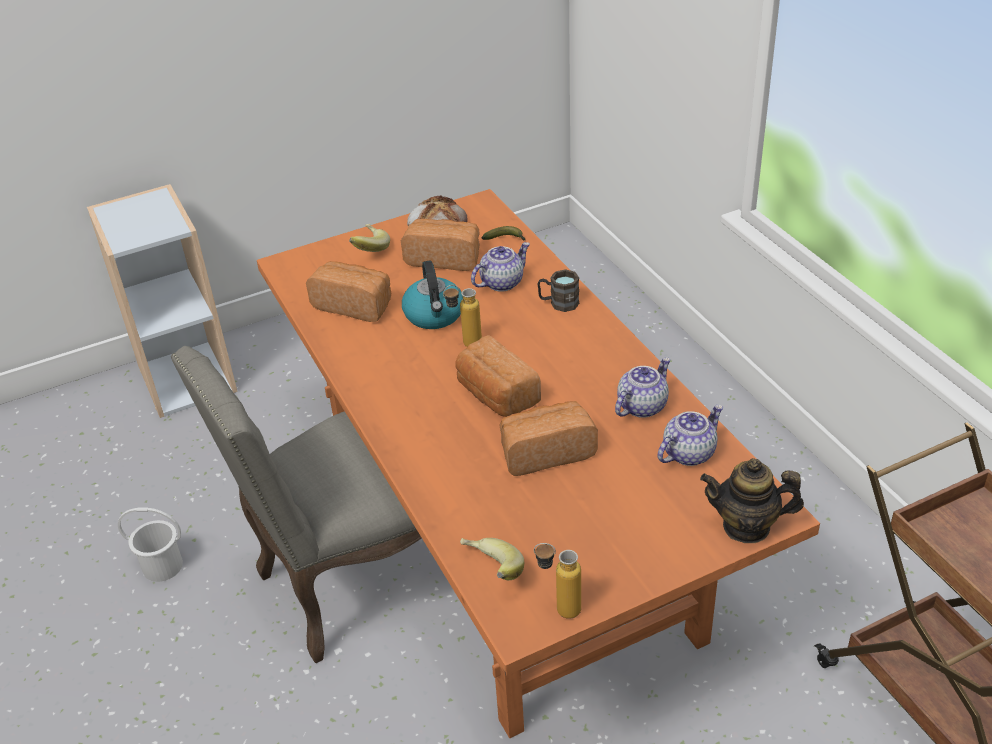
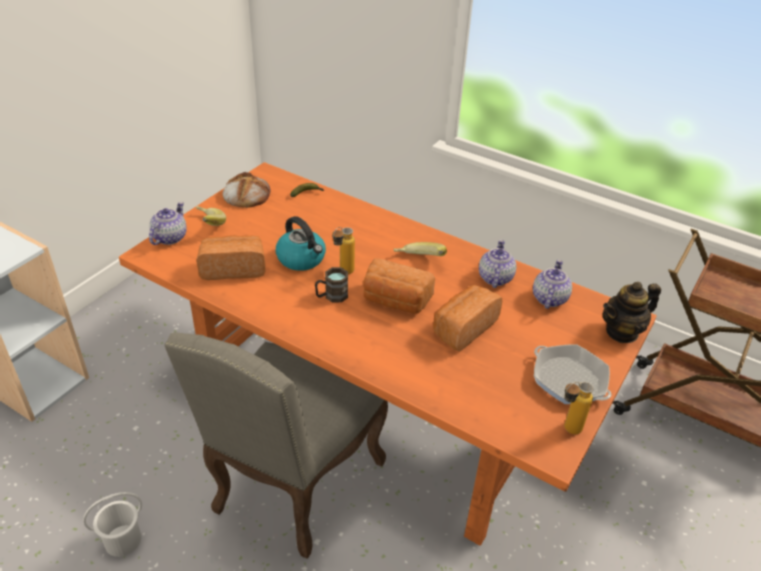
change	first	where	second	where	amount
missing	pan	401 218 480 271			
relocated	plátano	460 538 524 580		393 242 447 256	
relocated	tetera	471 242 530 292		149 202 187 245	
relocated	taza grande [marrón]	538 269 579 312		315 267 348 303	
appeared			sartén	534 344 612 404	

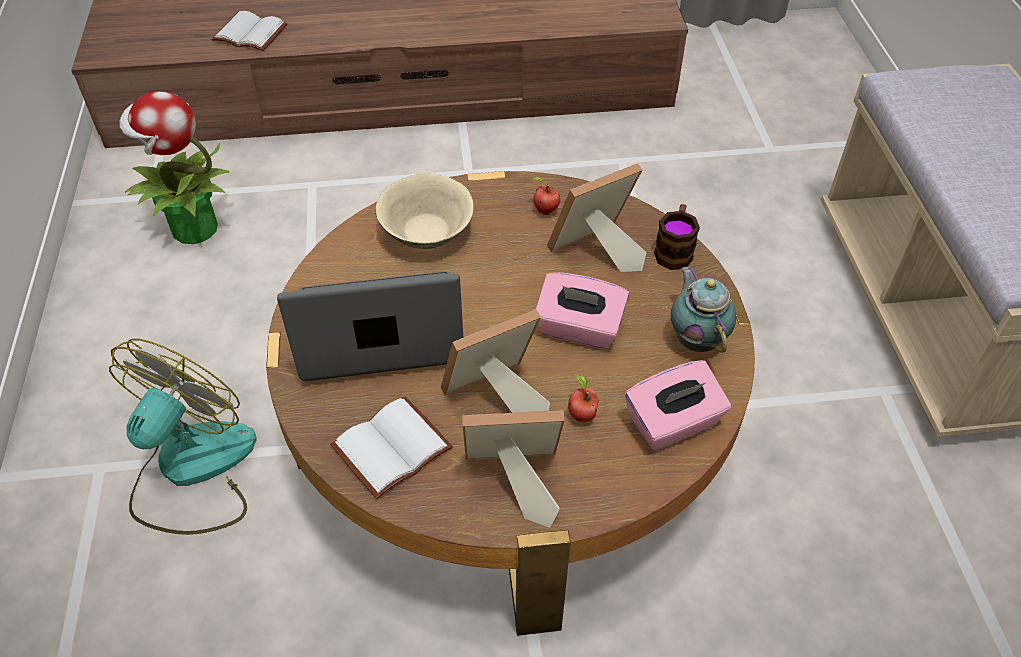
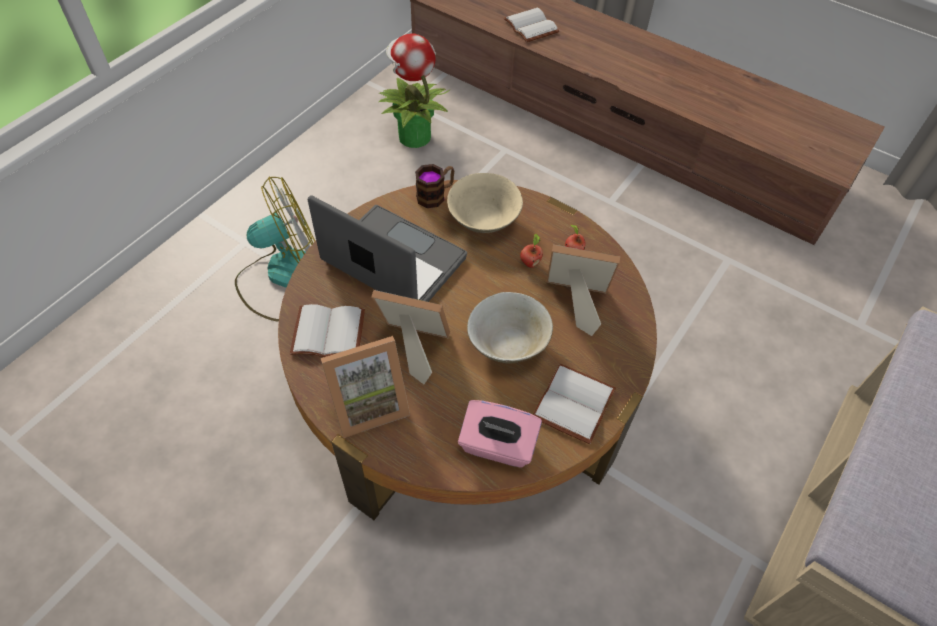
change	first	where	second	where	amount
spun	portarretratos	462 410 564 528		321 336 410 438	120 degrees clockwise
exchanged	caja de pañuelos [rosa]	536 273 629 349	cuenco [beis]	467 292 553 364	
relocated	manzana	568 374 598 422		520 233 543 268	
relocated	taza grande	654 204 700 270		415 164 454 208	
exchanged	tetera	671 267 736 353	libro [blanco]	533 364 616 444	

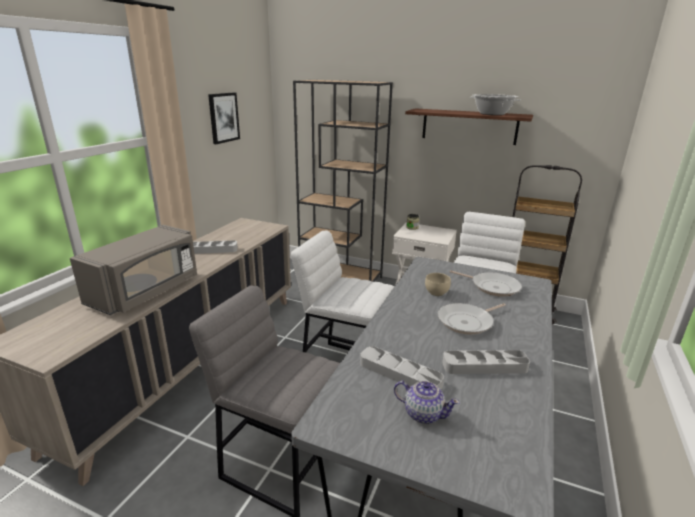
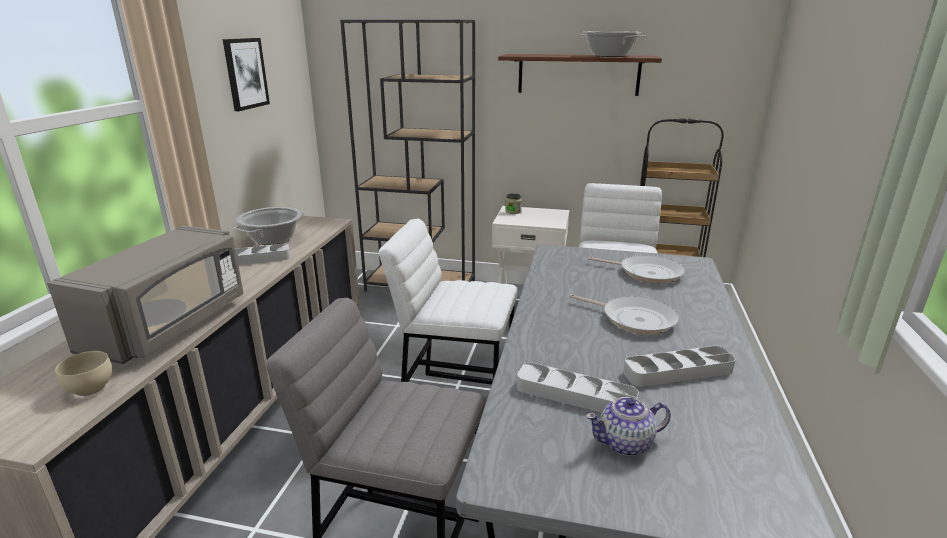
change	first	where	second	where	amount
spun	tetera	394 381 460 424		585 397 671 456	150 degrees clockwise
relocated	cuenco [beis]	425 273 451 296		55 351 112 396	
spun	sartén	438 303 506 335		569 294 679 335	105 degrees counterclockwise
appeared			olla	234 207 304 245	

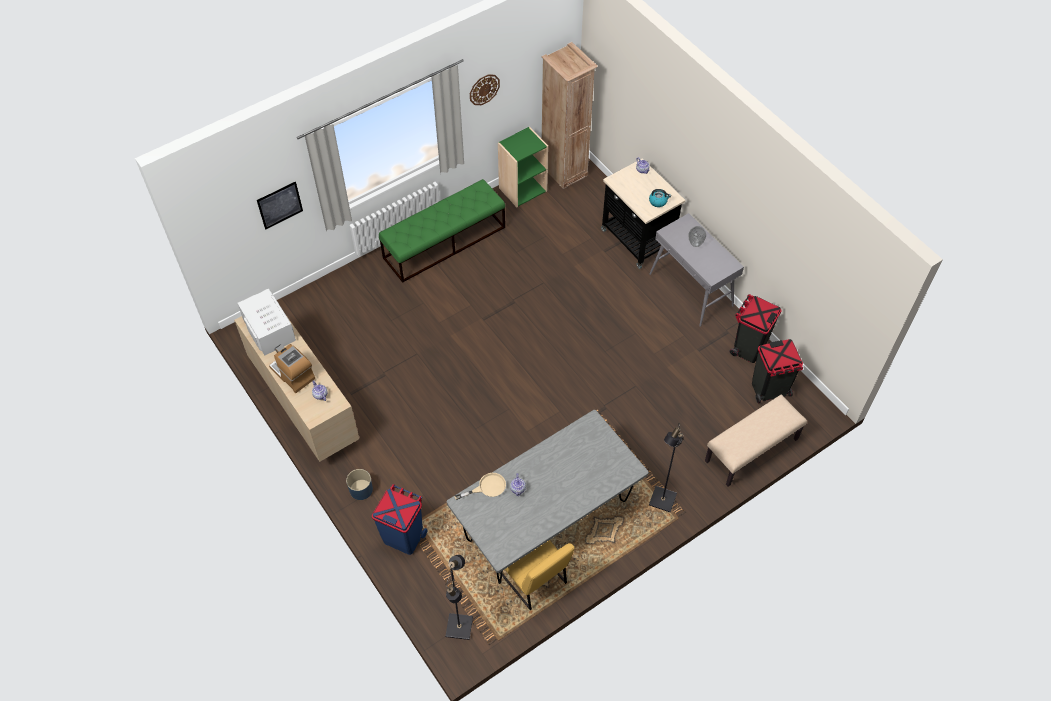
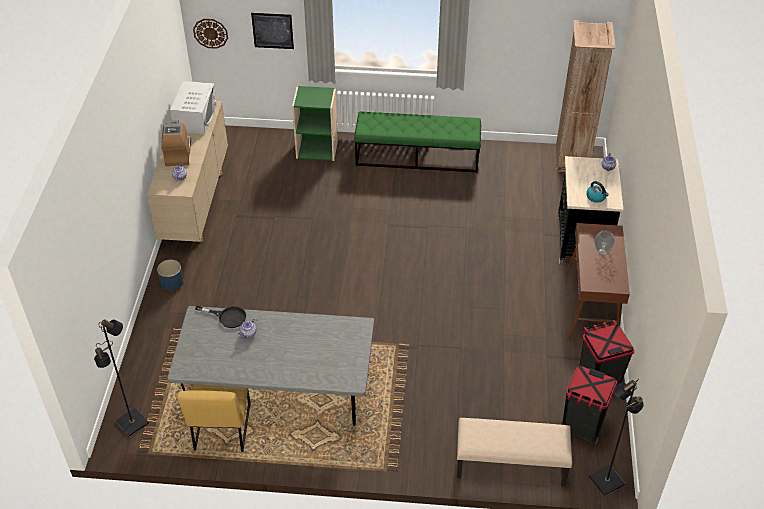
change	first	where	second	where	amount
missing	papelera [azul]	372 484 428 555			
colour	sartén [beis]	455 473 506 500	sartén [negro]	195 306 246 328	
relocated	reloj de pared	470 74 500 105		193 19 228 49	
relocated	estantería [verde]	498 127 548 207		292 86 338 161	
relocated	lámpara de pie [negro]	649 423 684 512		589 378 644 496	
colour	mesa consola [gris]	650 213 744 327	mesa consola [marrón]	565 223 630 340	

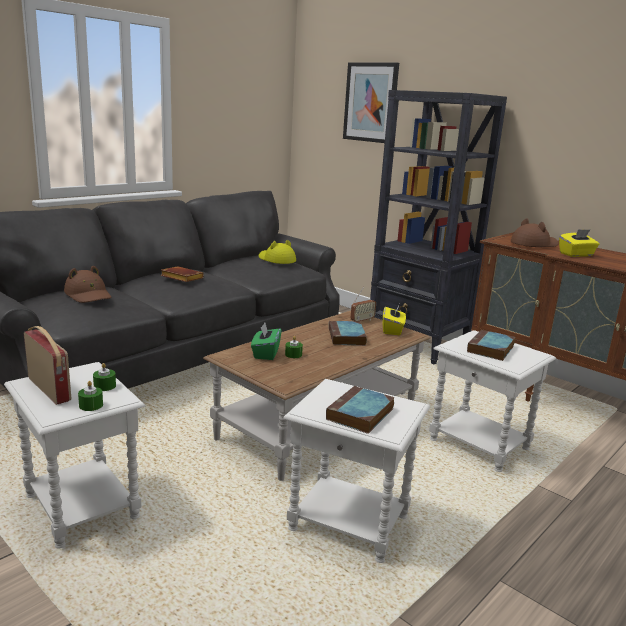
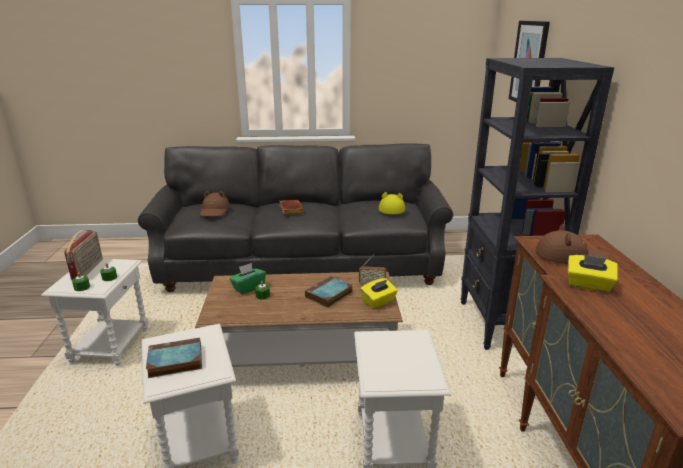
change	first	where	second	where	amount
missing	libro	467 330 515 361			

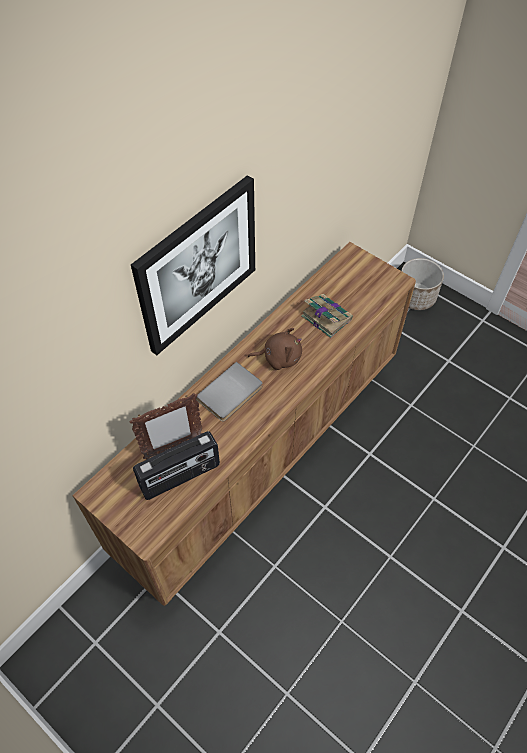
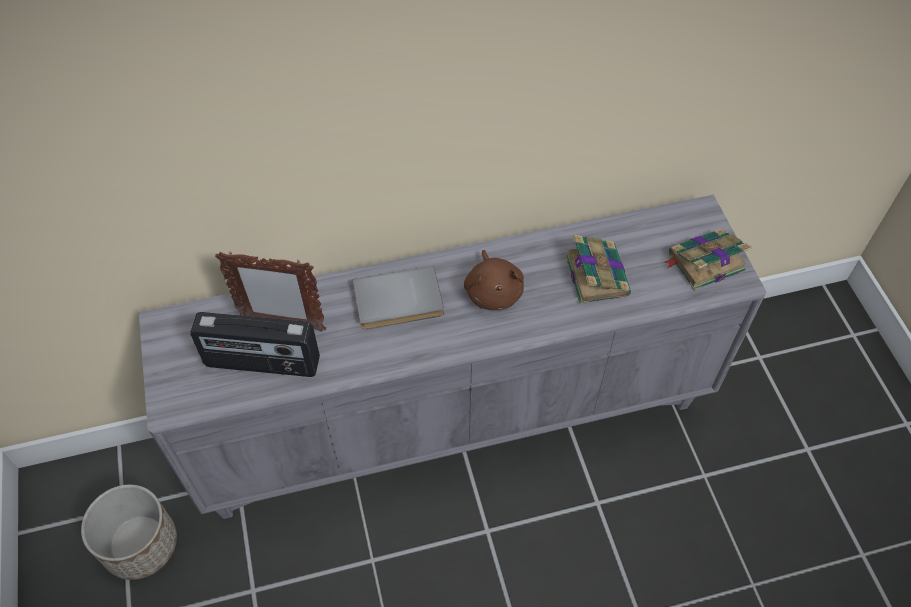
change	first	where	second	where	amount
colour	cómoda [marrón]	72 242 416 606	cómoda [gris]	139 195 766 519	
missing	cuadro	131 175 255 355			
spun	peluche [marrón]	248 328 302 370		464 250 524 310	45 degrees clockwise
relocated	maceta	401 258 444 310		81 485 177 580	
appeared			libro	663 229 751 291	

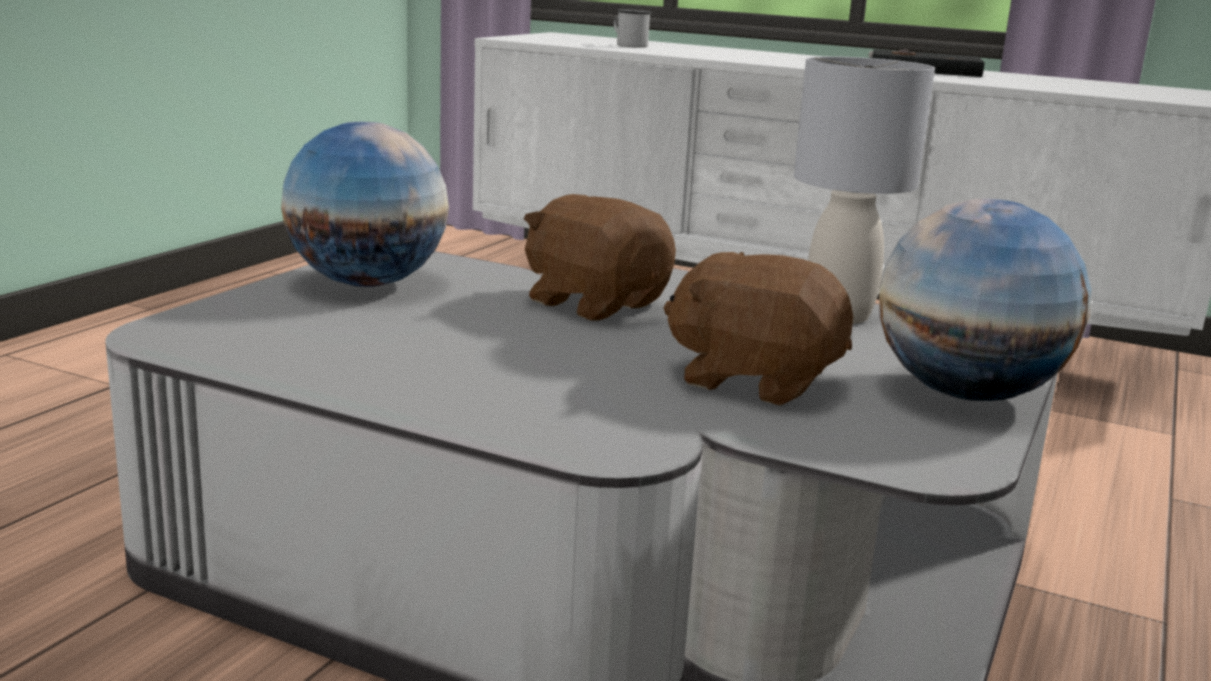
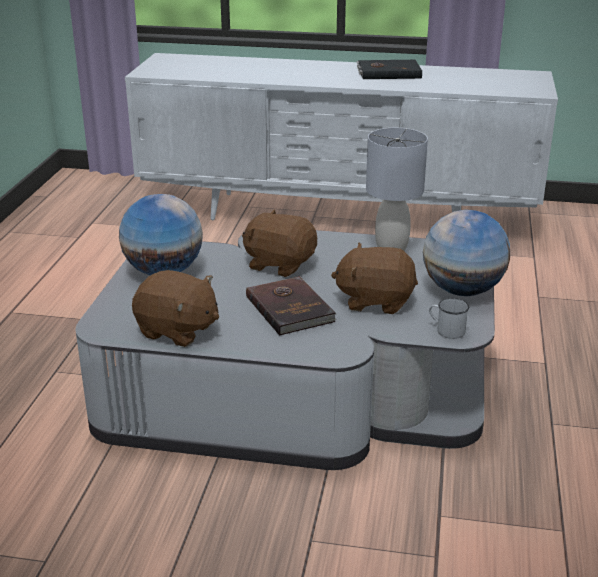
change	first	where	second	where	amount
relocated	taza grande [blanco]	614 9 652 48		429 298 469 339	
appeared			peluche [marrón]	132 270 219 347	
appeared			libro [marrón]	246 276 337 336	

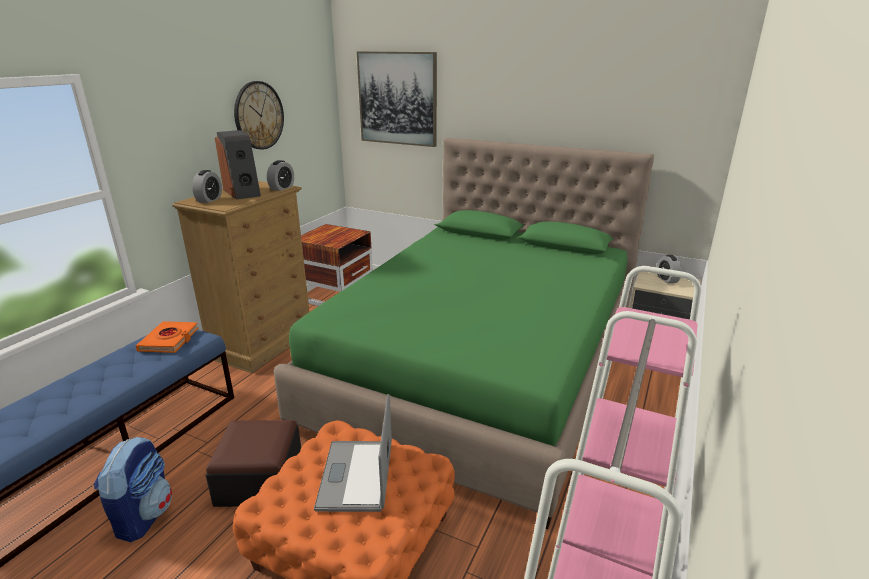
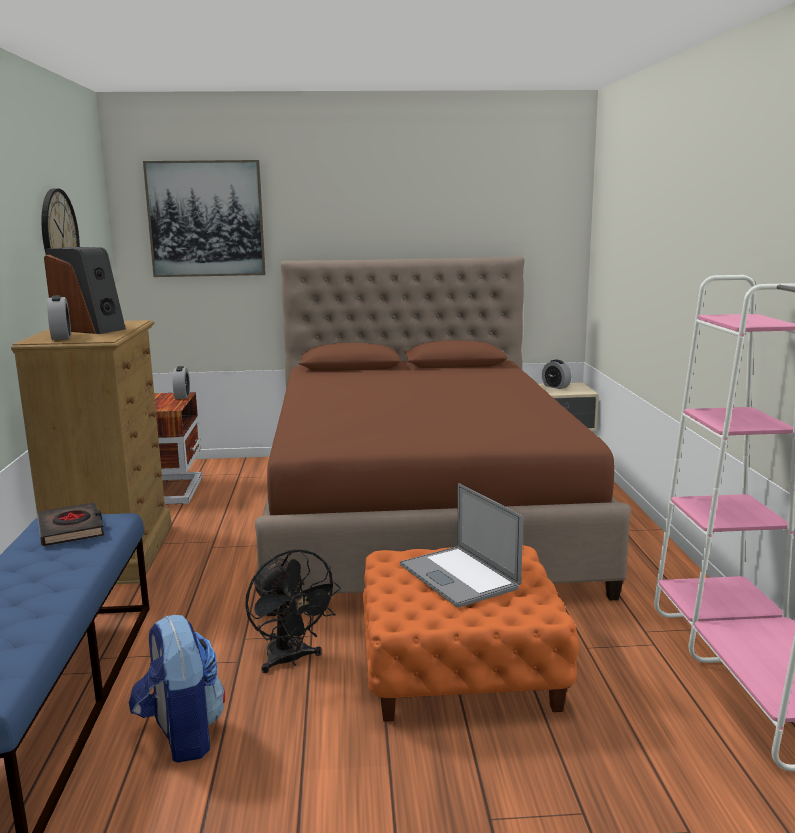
change	first	where	second	where	amount
colour	libro [naranja]	136 321 199 353	libro [negro]	37 502 104 546	
exchanged	puf	206 420 301 507	ventilador [negro]	245 549 341 673	
relocated	despertador	267 160 294 191		173 366 190 399	
colour	cama [verde]	273 138 654 529	cama [marrón]	255 257 631 616	

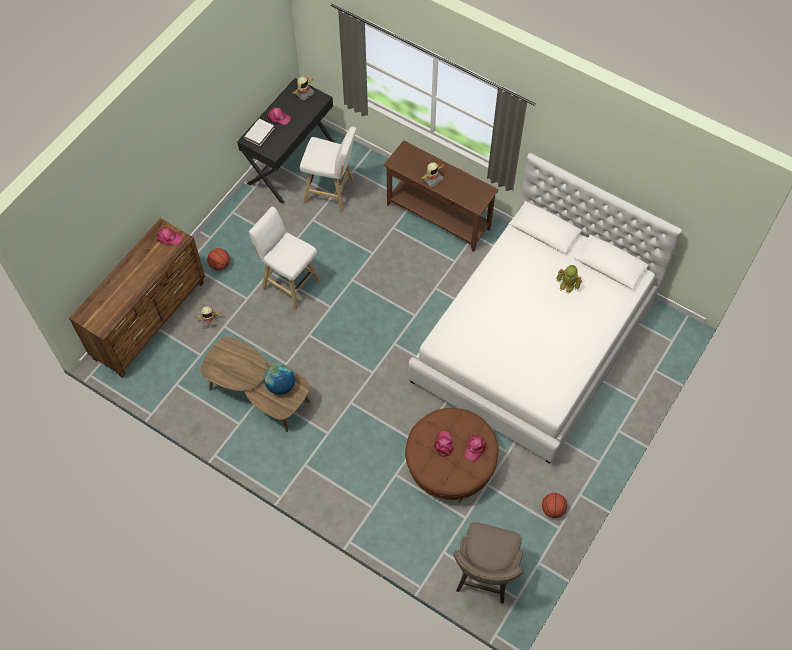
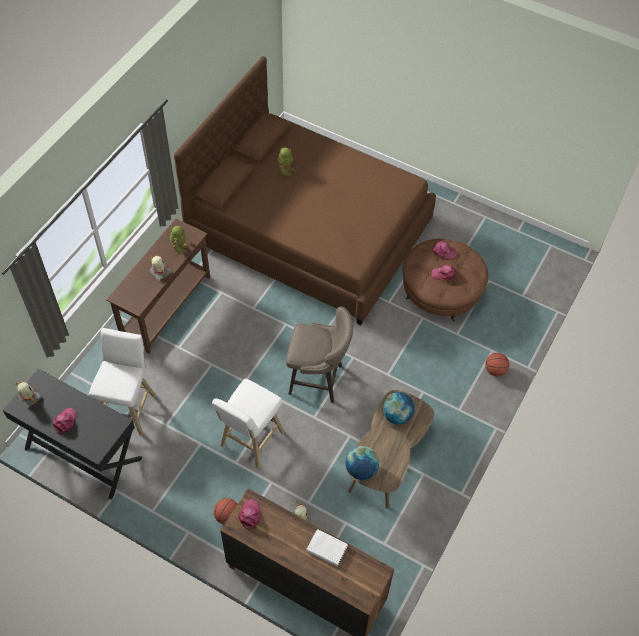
change	first	where	second	where	amount
relocated	libro [blanco]	244 119 274 146		306 529 348 566	
colour	cama [blanco]	408 153 682 464	cama [marrón]	174 56 436 325	
relocated	taburete [beis]	454 522 524 604		286 306 353 403	
relocated	balón de baloncesto	542 493 567 518		485 353 509 376	
appeared			robot de juguete	170 226 189 254	
appeared			globo terráqueo	346 446 379 480	

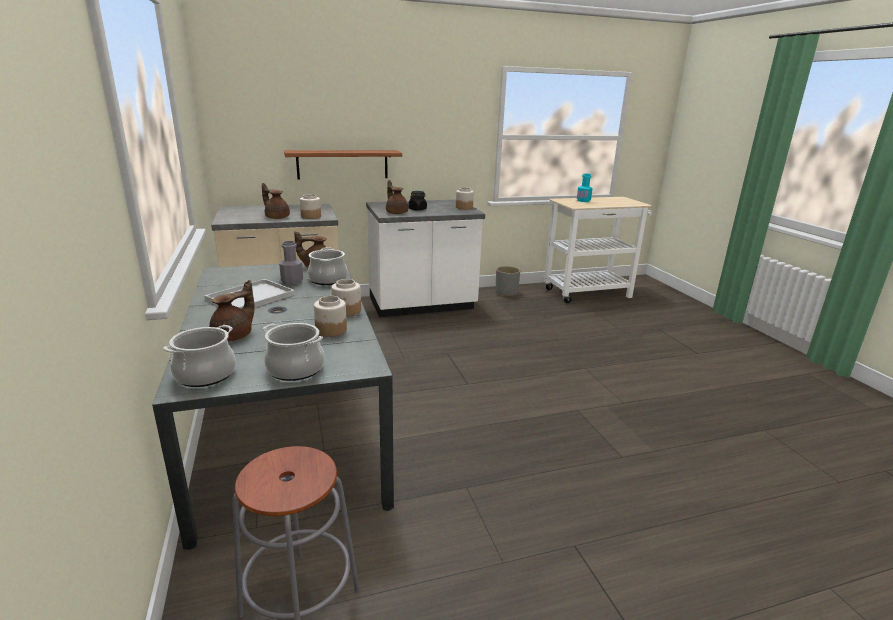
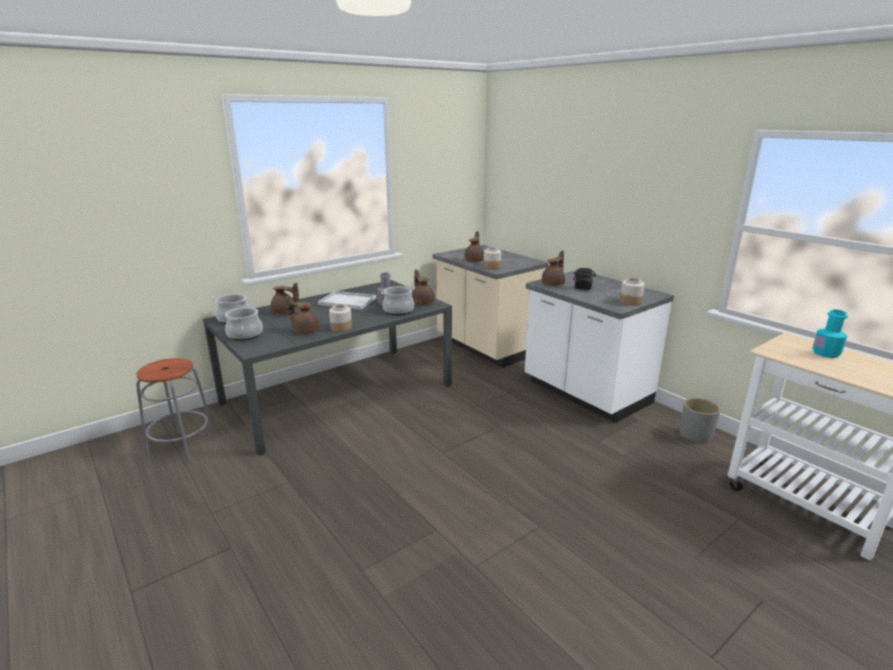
change	first	where	second	where	amount
missing	estante	284 150 402 180			
exchanged	tarro	314 296 347 337	tetera [marrón]	286 296 319 334	

